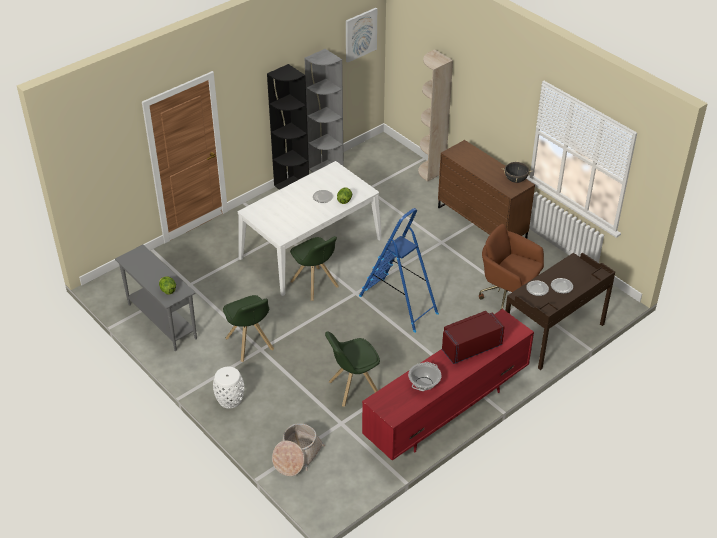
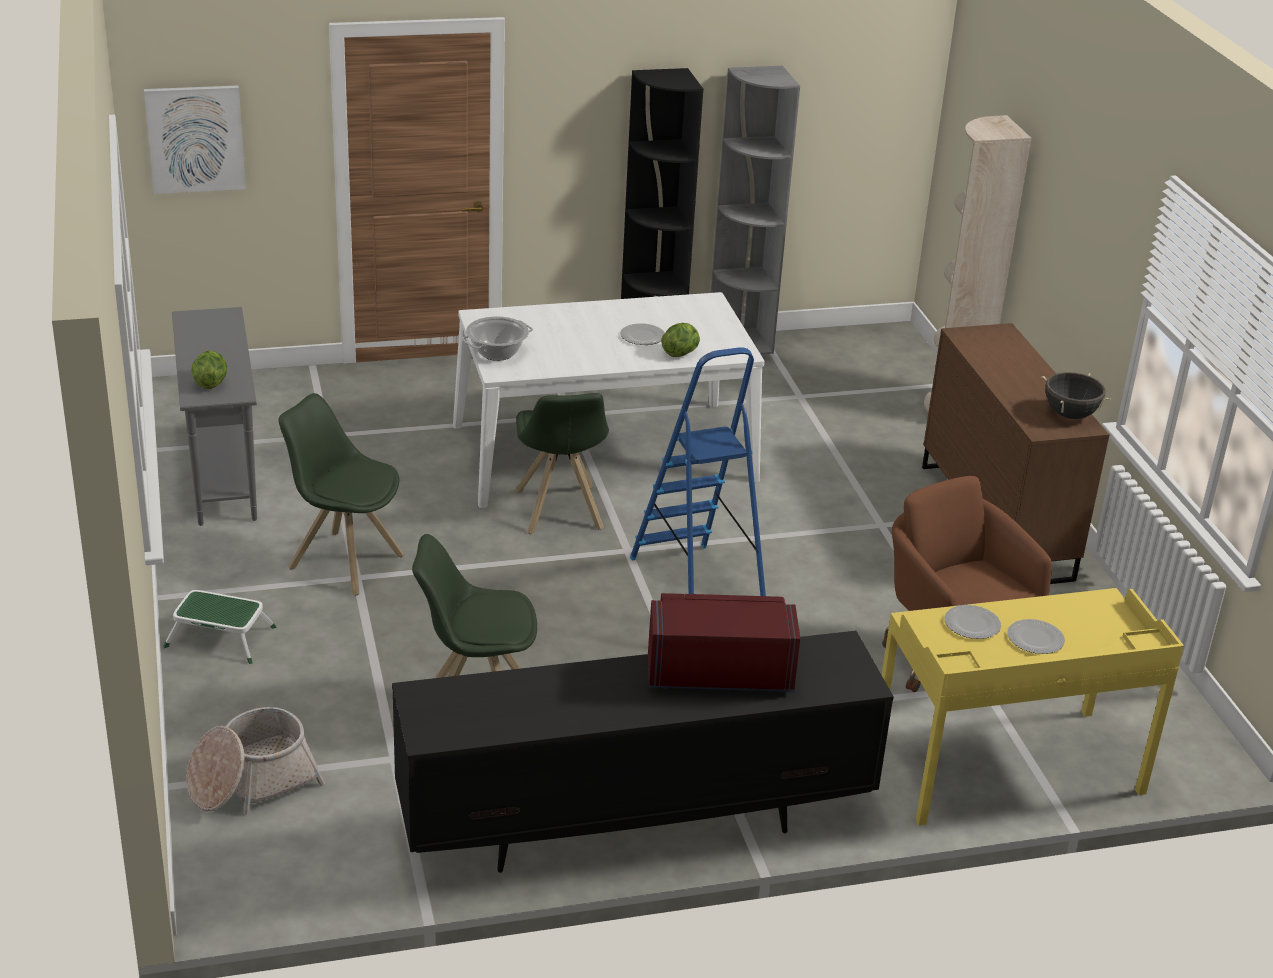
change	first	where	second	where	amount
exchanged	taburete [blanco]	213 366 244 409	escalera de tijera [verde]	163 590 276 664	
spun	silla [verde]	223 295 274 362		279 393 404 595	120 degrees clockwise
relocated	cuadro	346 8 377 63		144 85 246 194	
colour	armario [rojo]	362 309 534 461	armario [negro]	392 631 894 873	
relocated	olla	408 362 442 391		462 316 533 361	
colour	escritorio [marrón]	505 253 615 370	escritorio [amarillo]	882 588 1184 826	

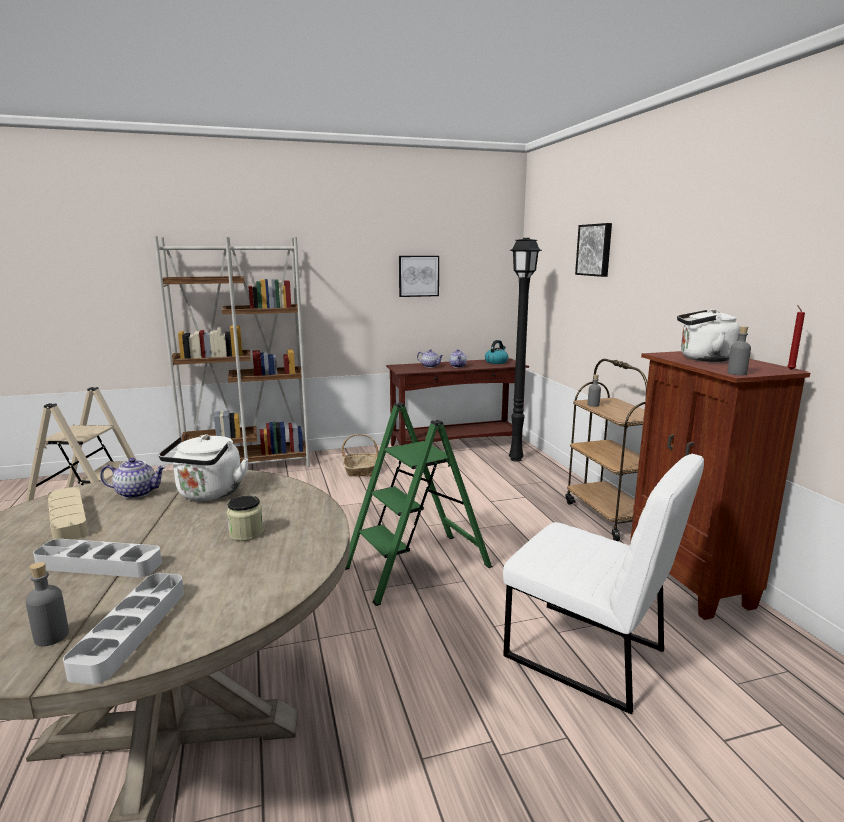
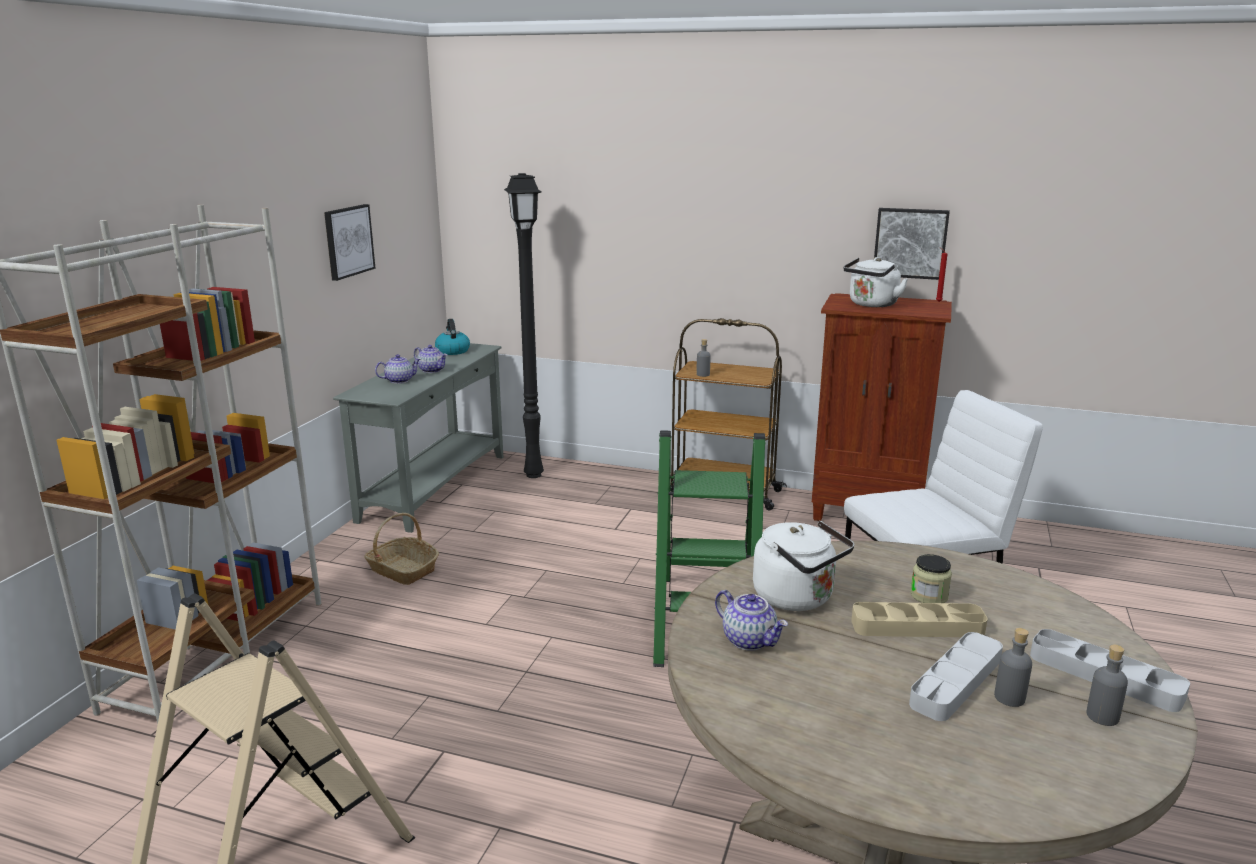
change	first	where	second	where	amount
relocated	bandeja [beis]	48 487 88 540		851 602 988 637	
spun	tetera	100 458 166 499		715 590 788 651	105 degrees clockwise
colour	mesa consola [marrón]	386 358 529 446	mesa consola [gris]	333 343 504 533	
relocated	cuadro	575 223 612 277		874 208 950 280	
relocated	botella [gris]	727 326 751 375		994 628 1032 707	

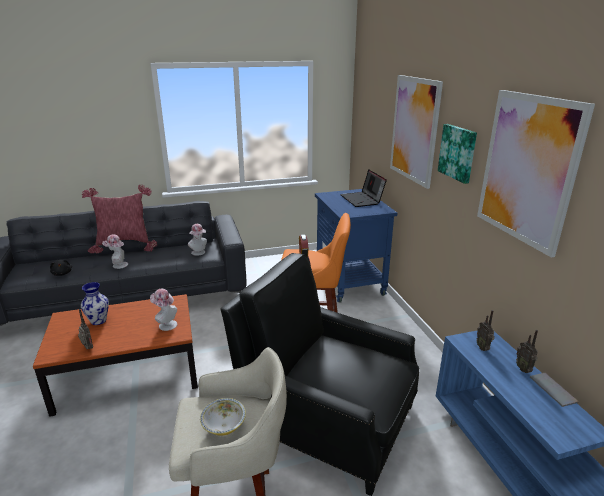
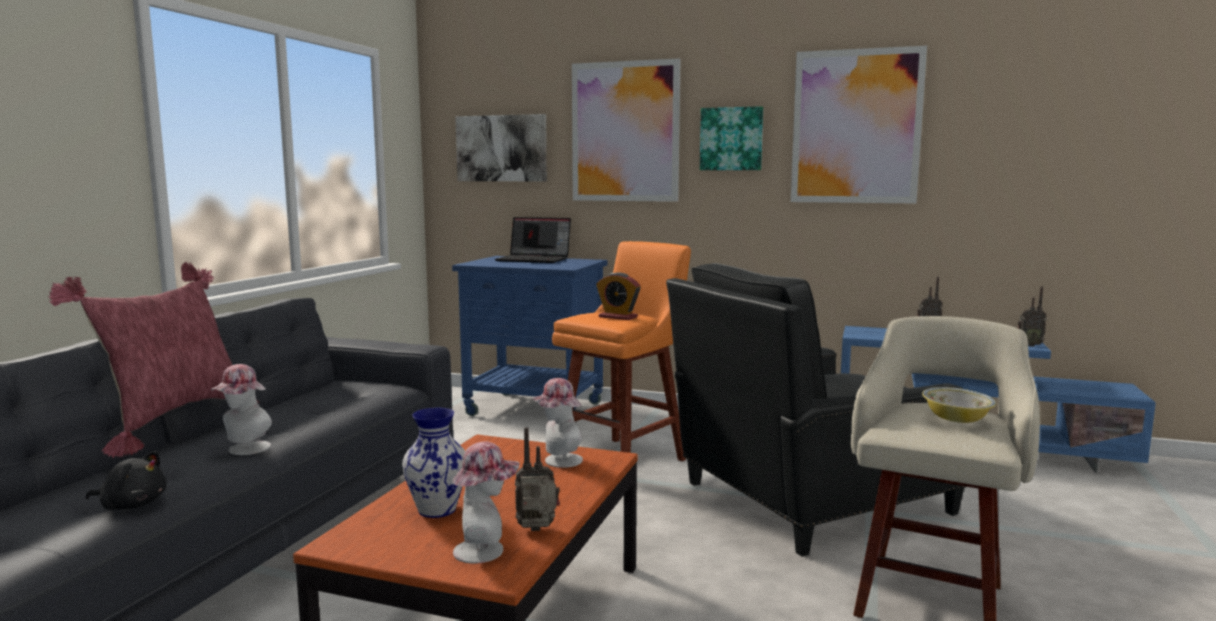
change	first	where	second	where	amount
relocated	sombrero	188 224 207 256		453 442 520 564	
relocated	radio	476 310 495 351		1018 286 1047 347	
appeared			cuadro	455 114 547 181	

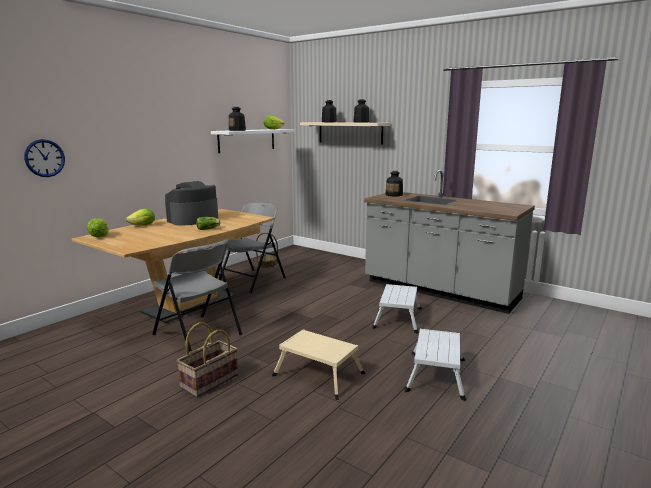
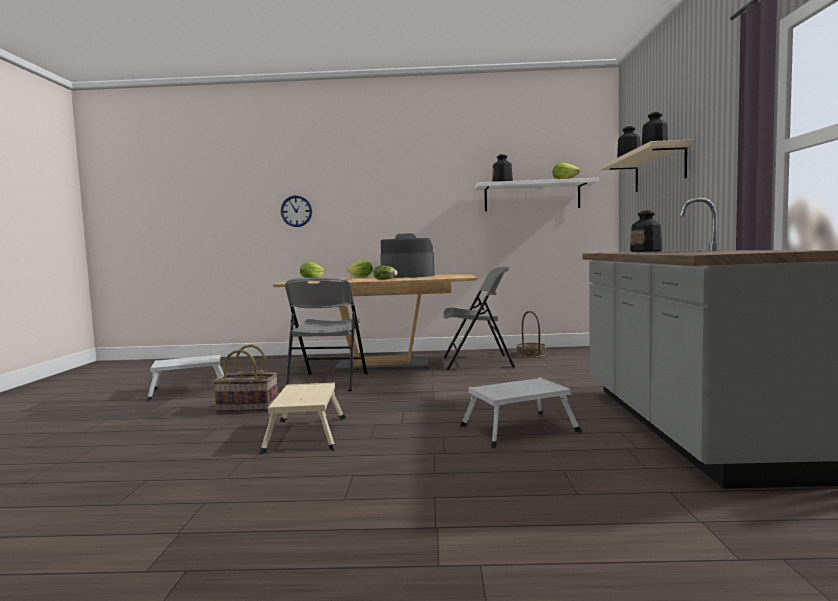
change	first	where	second	where	amount
relocated	escalera de tijera [blanco]	404 329 466 401		146 354 224 401	

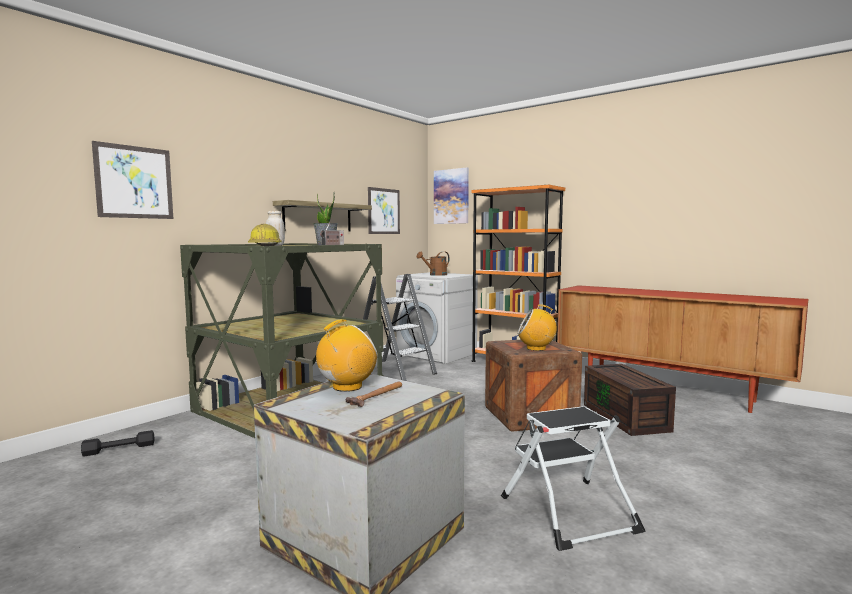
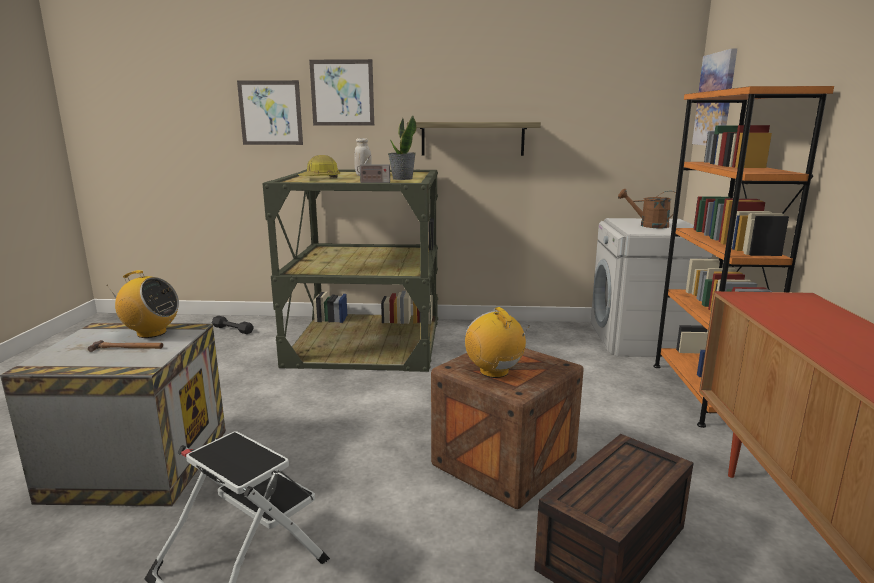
change	first	where	second	where	amount
missing	escalera de tijera [gris]	363 274 438 381			
relocated	cuadro	368 187 400 234		309 59 374 126	

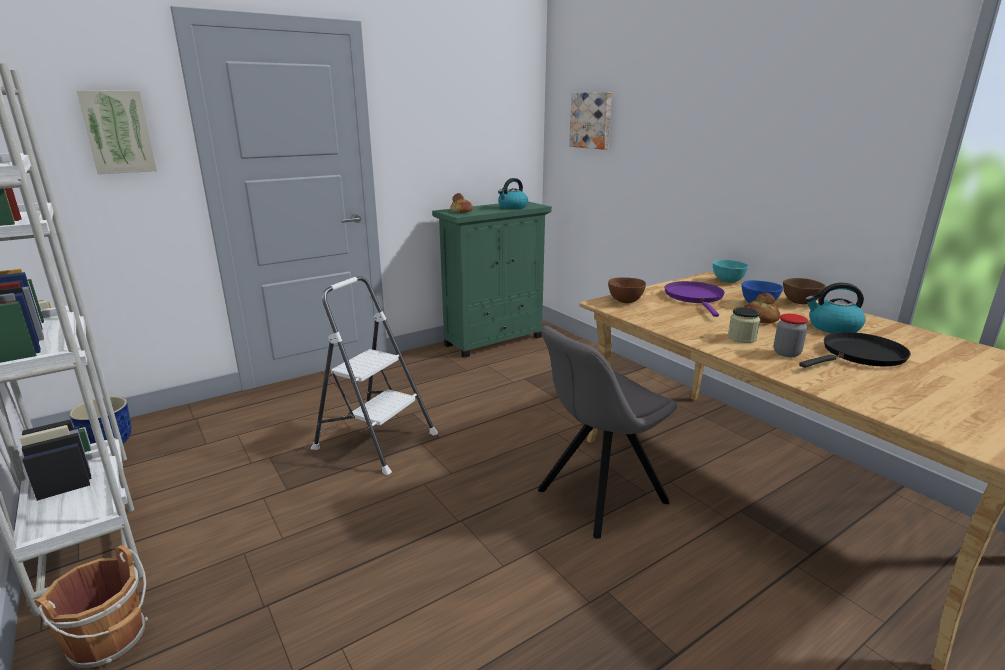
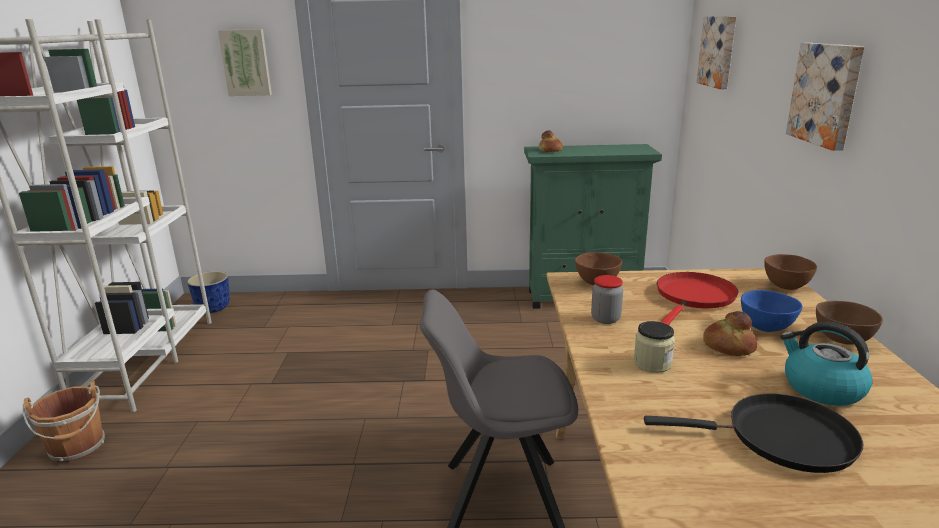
change	first	where	second	where	amount
missing	escalera de tijera [blanco]	311 276 438 475			
missing	hervidor	498 178 528 209			
colour	sartén [morado]	664 281 725 317	sartén [rojo]	657 272 739 325	
colour	cuenco [turquesa]	713 260 748 283	cuenco [marrón]	764 254 817 290	
relocated	tarro	774 314 808 357		591 275 623 324	
appeared			cuadro	786 43 864 151	

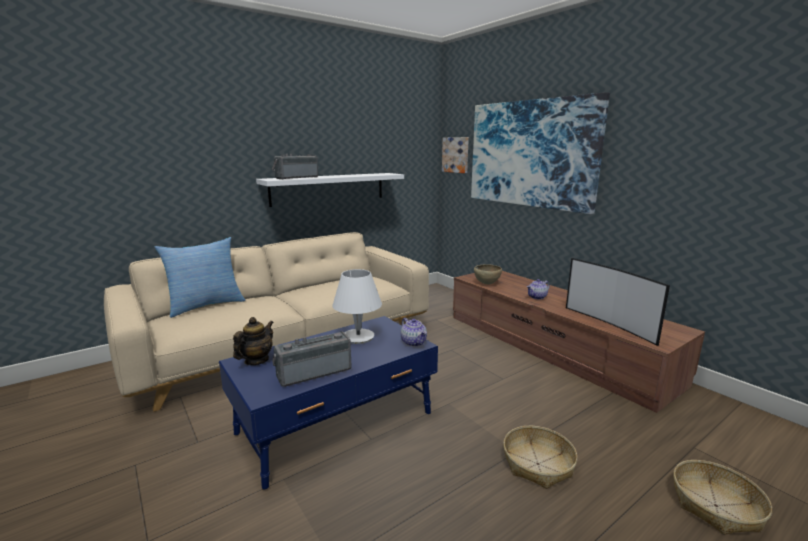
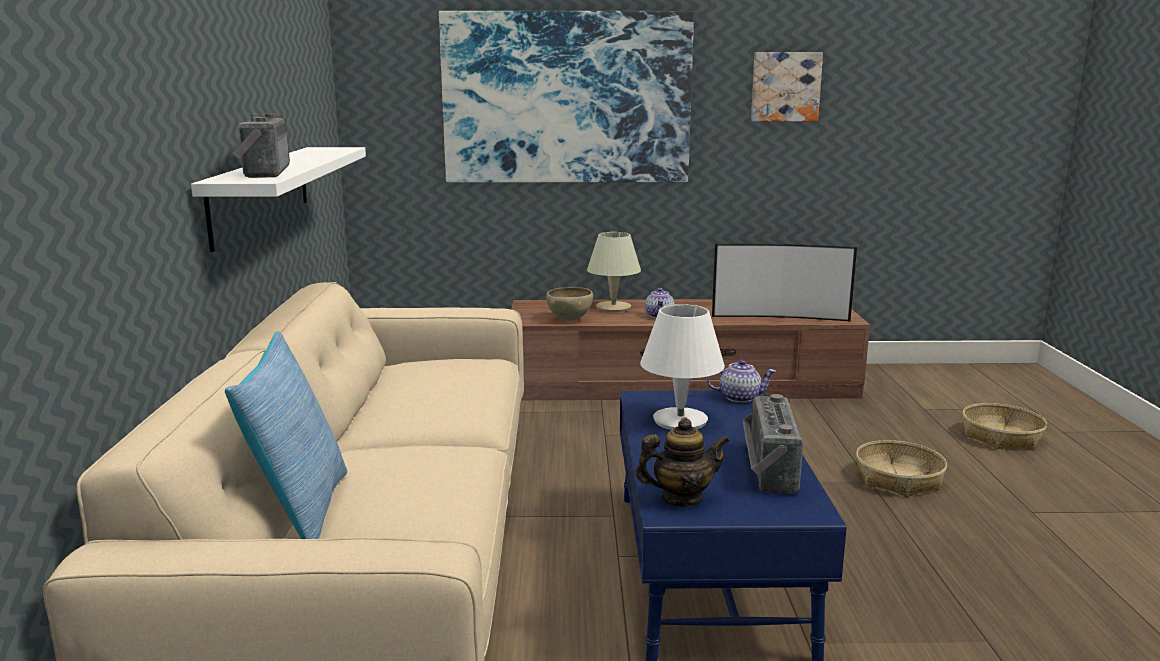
change	first	where	second	where	amount
spun	tetera	233 317 274 365		635 417 729 507	105 degrees clockwise
relocated	cuadro	442 137 469 173		751 52 823 122	
appeared			lámpara de mesa [beis]	587 232 641 313	

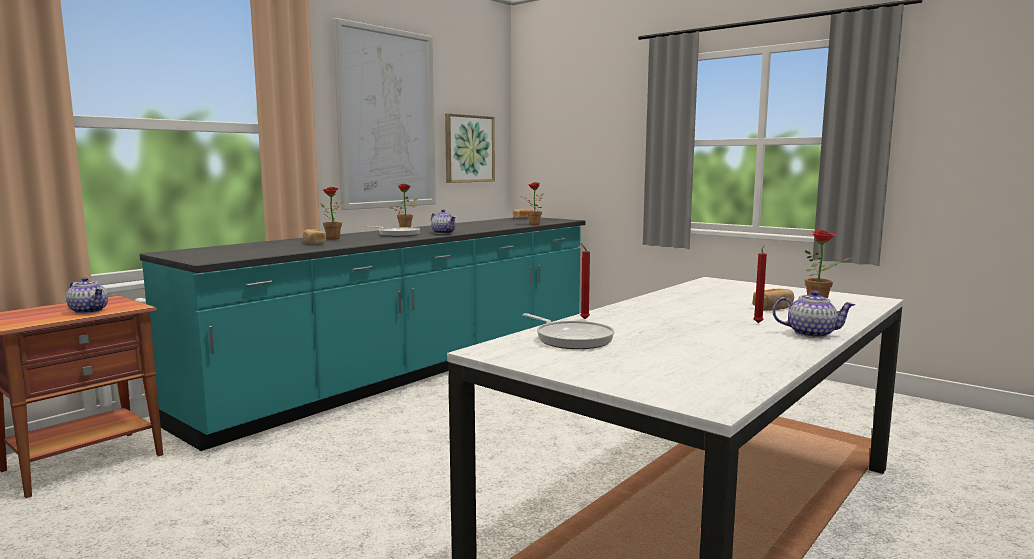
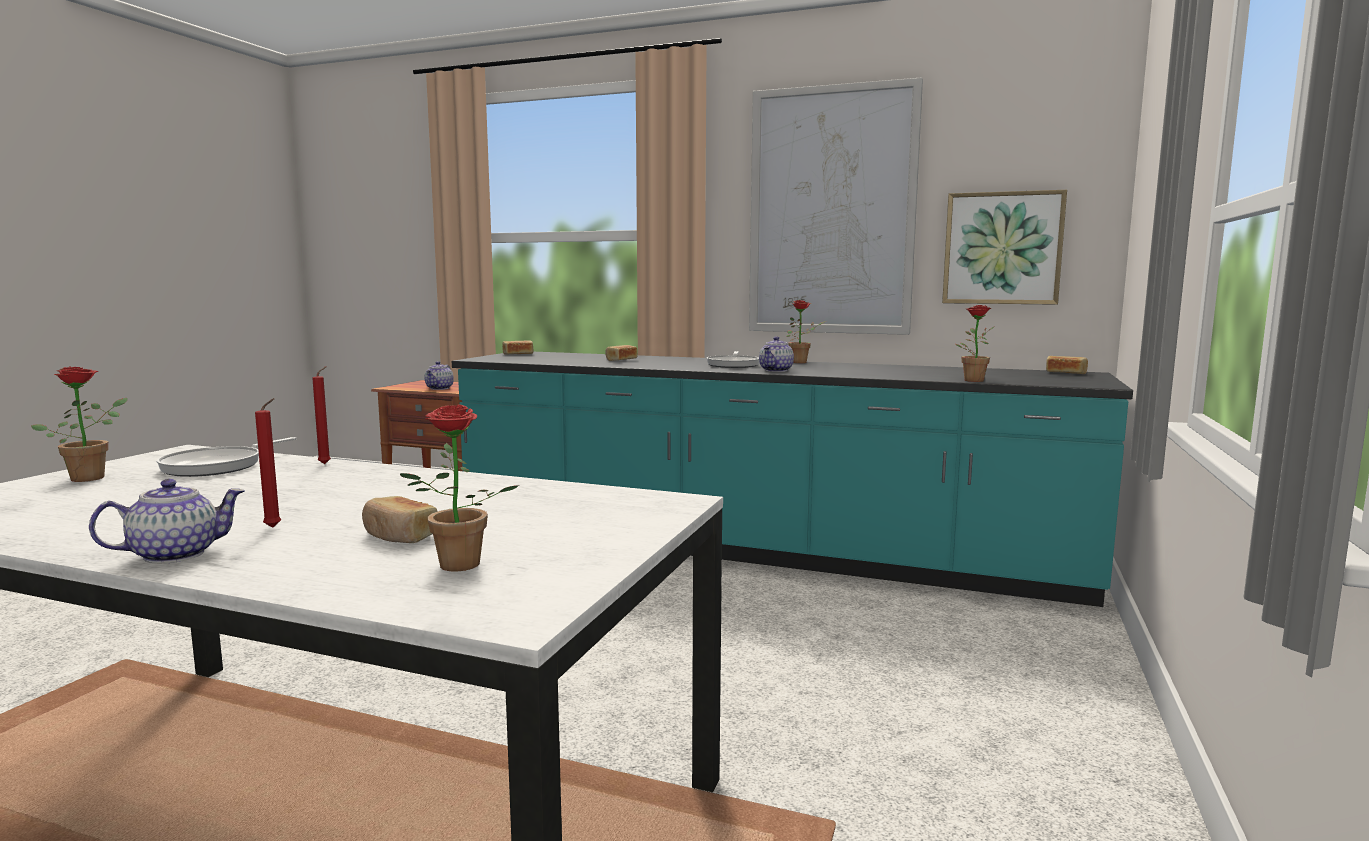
change	first	where	second	where	amount
relocated	planta en maceta	320 187 344 240		31 366 127 482	
spun	tetera	772 290 855 338		89 479 245 564	120 degrees counterclockwise
appeared			pan	502 340 533 355	

